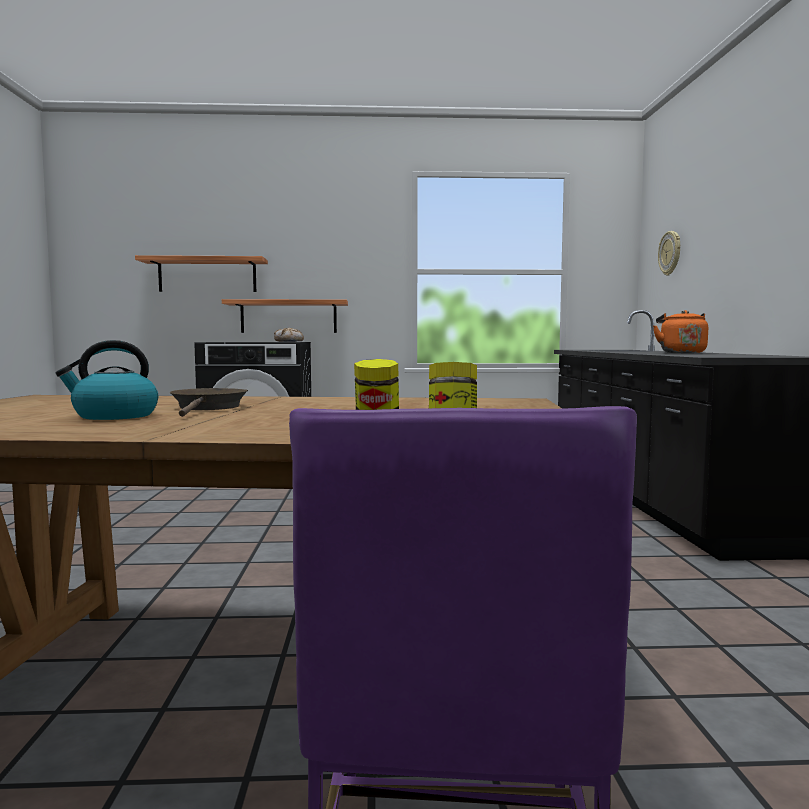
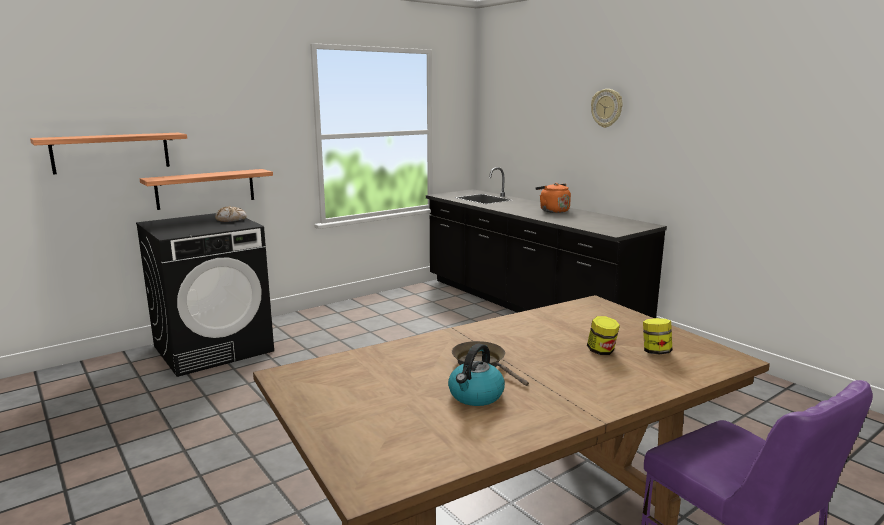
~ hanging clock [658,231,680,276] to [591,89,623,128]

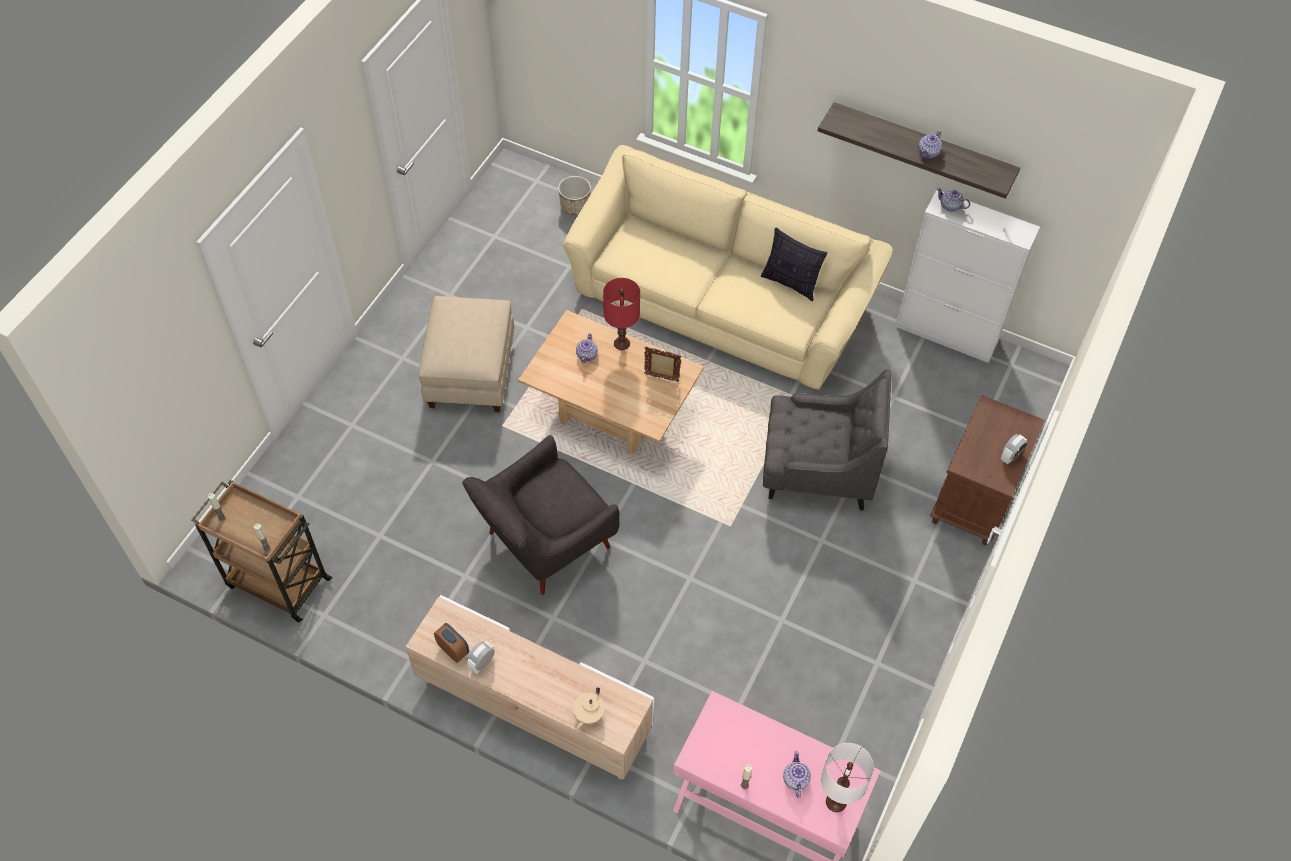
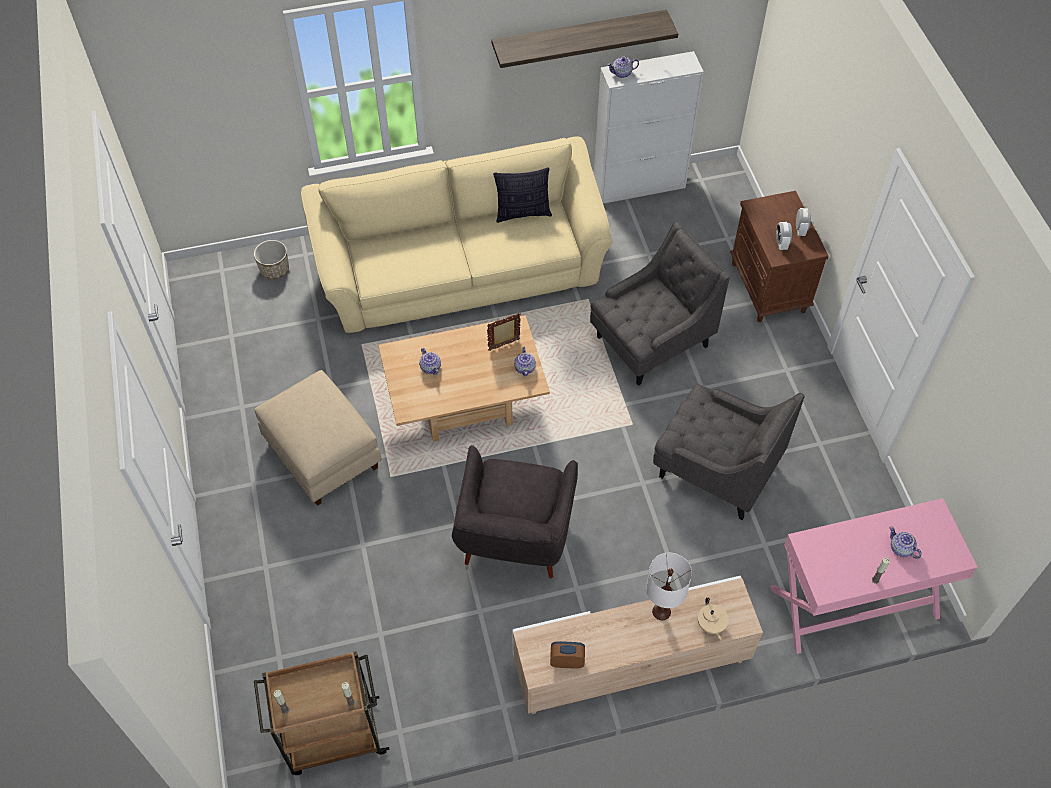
~ table clock [467,641,495,674] to [776,222,792,250]
- red table lamp [603,278,640,350]
~ whitish table lamp [821,743,874,812] to [646,553,692,620]
~ tea pot [918,131,942,158] to [514,347,536,376]
+ greyish easy chair [653,384,805,520]

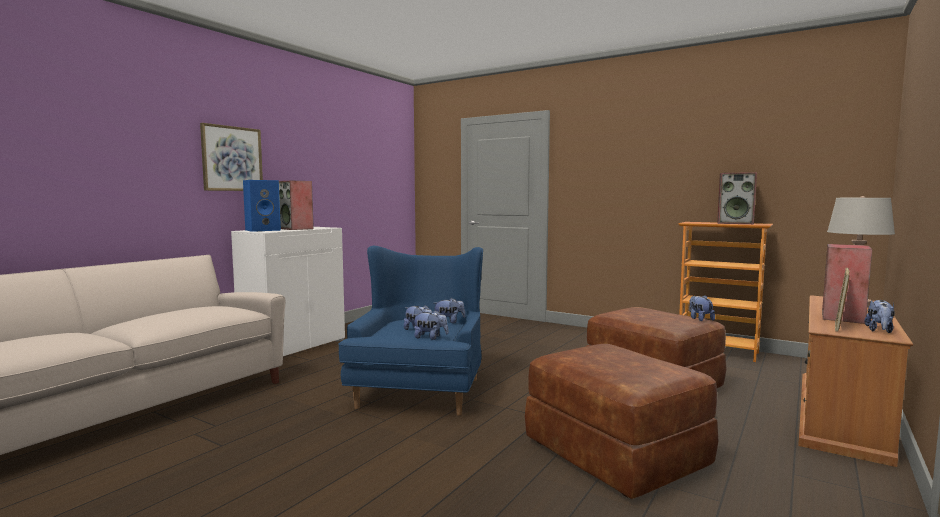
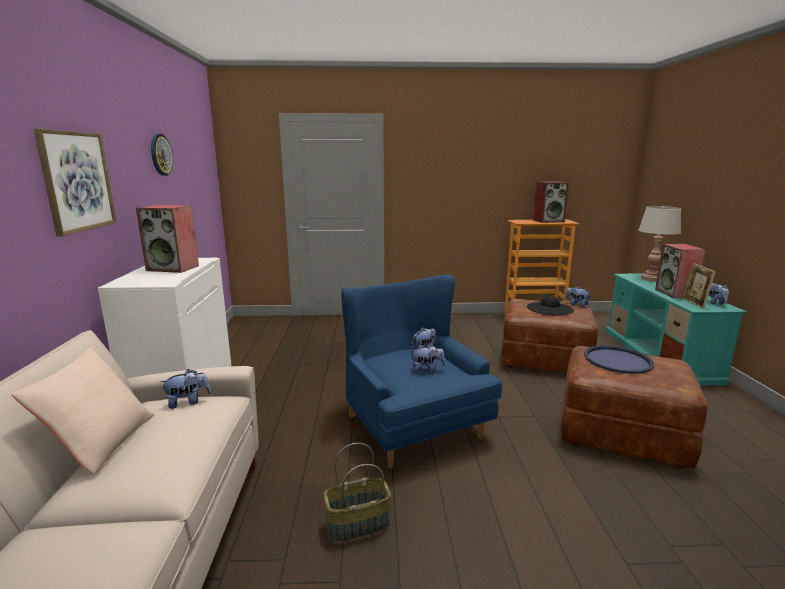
- blue loudspeaker [243,180,281,232]
~ soft toy [413,310,448,340] to [160,369,211,409]
~ brownish tv stand [798,295,913,467] to turquoise-coloured tv stand [605,273,747,386]
+ sand-coloured cushion [11,348,154,475]
+ hanging clock [151,134,173,176]
+ household basket [323,443,391,542]
+ black-coloured hat [527,296,574,315]
+ blue carrying tray [584,345,654,374]

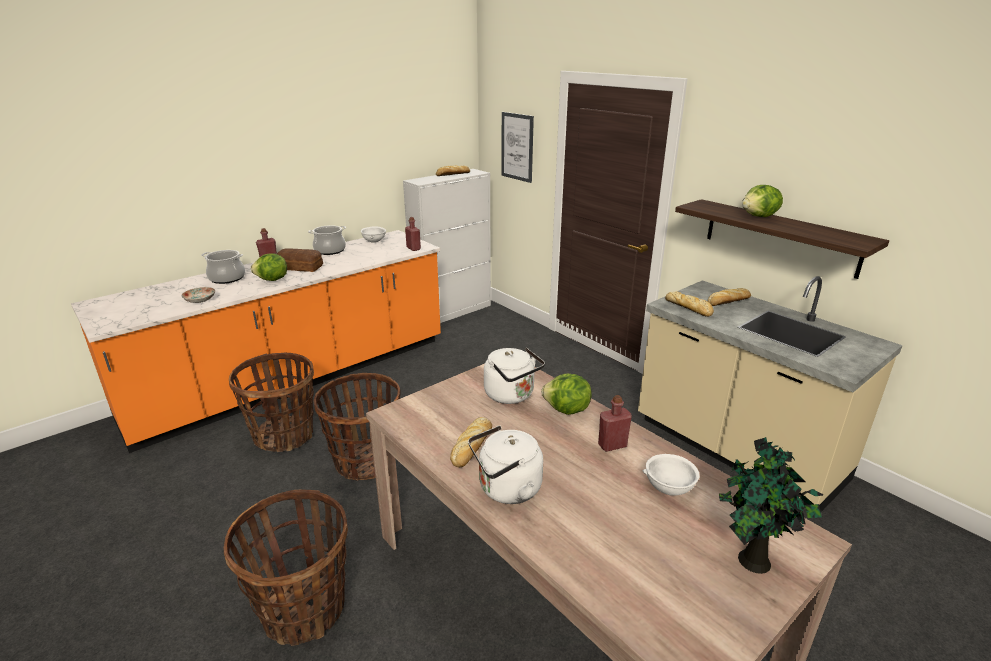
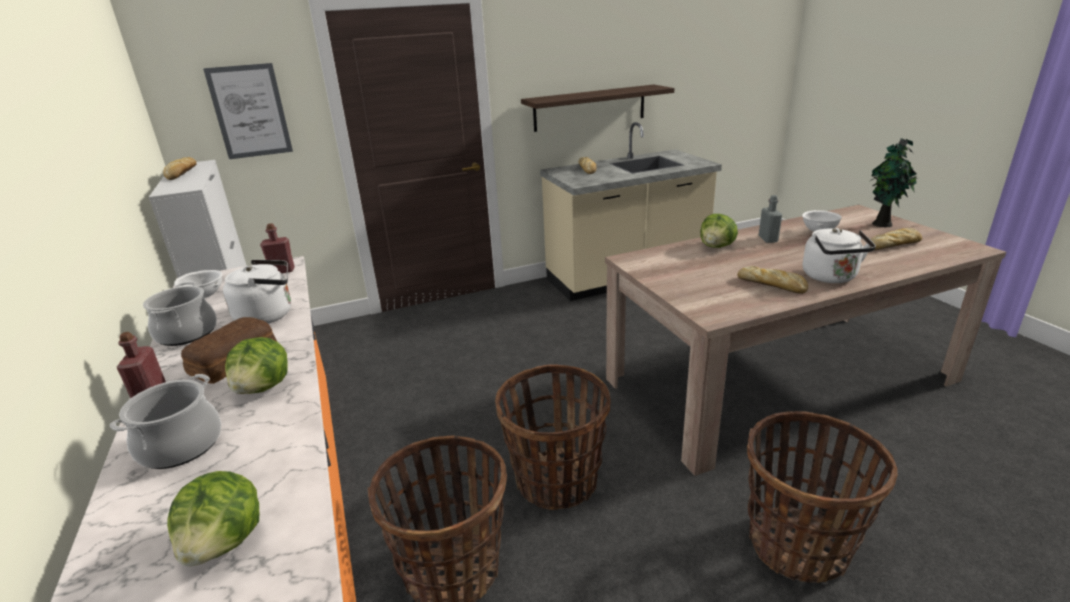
- plate [181,287,215,303]
~ whitish kettle [484,348,545,404] to [223,260,291,324]
~ red beverage bottle [598,395,632,452] to greyish beverage bottle [759,195,782,243]
~ bread [665,291,714,317] to [870,228,922,250]
~ head of lettuce [742,185,783,217] to [167,471,259,566]

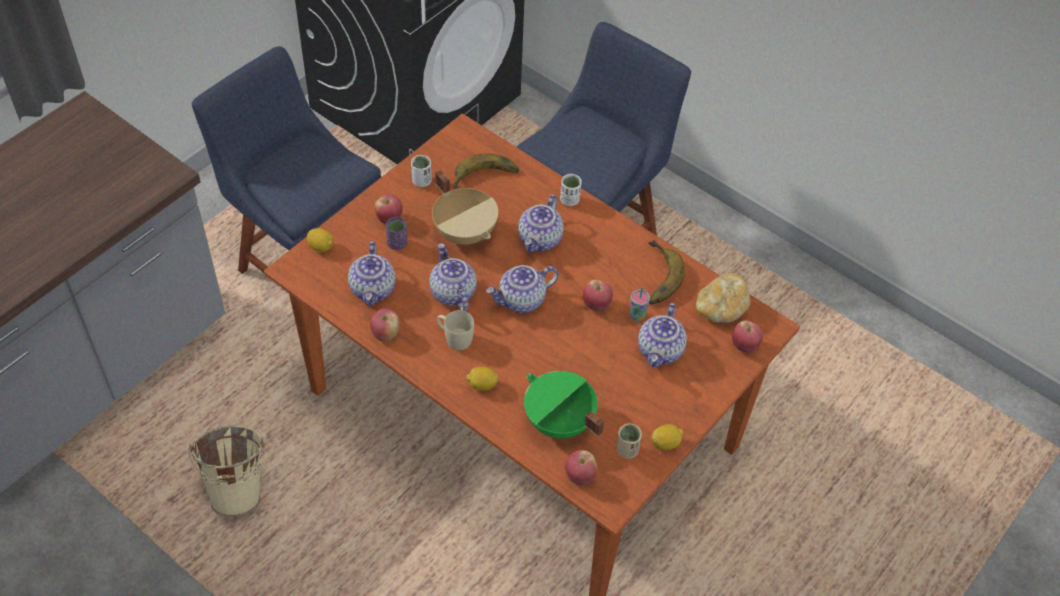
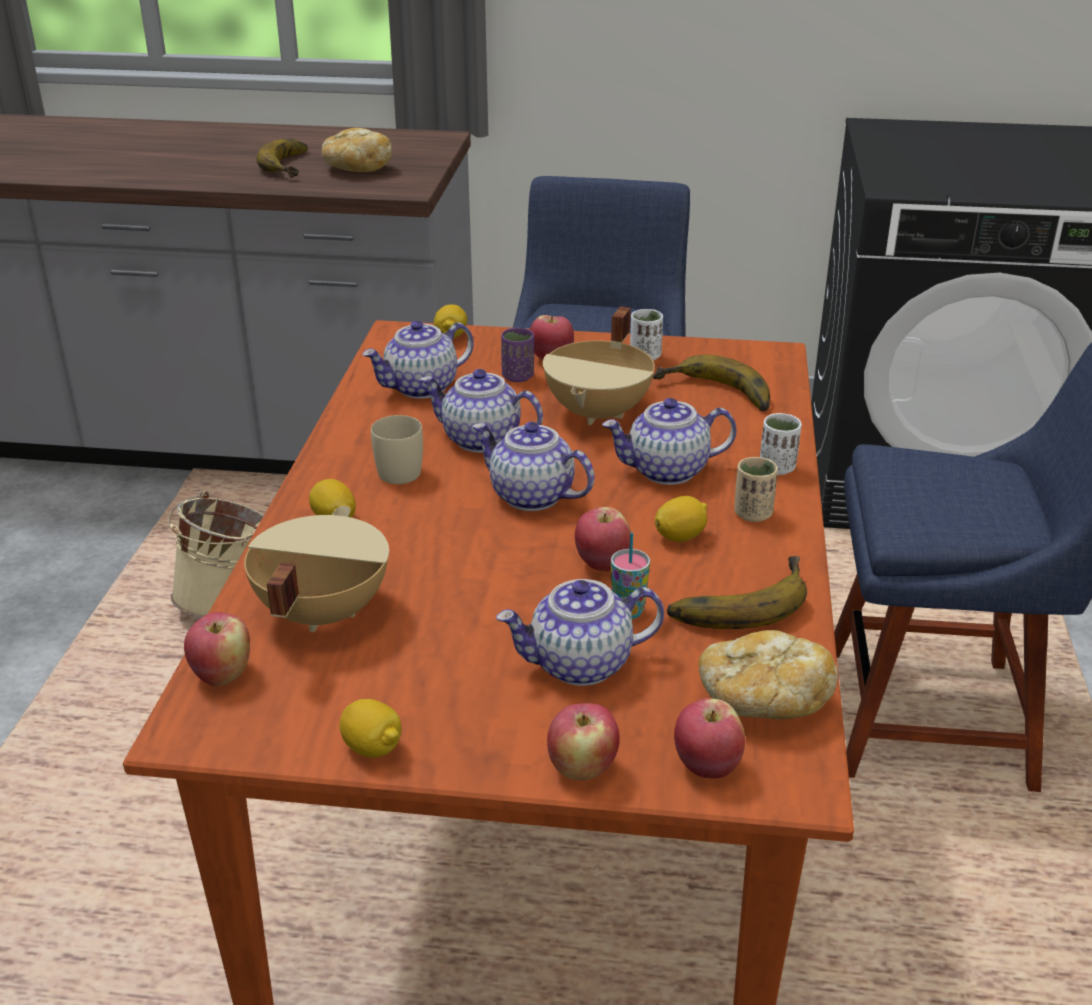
~ apple fruit [370,308,400,342] to [547,703,620,780]
~ tea pot [429,243,477,311] = [420,369,543,453] 105 degrees counterclockwise
~ green cooking pot [524,371,605,439] to sand-coloured cooking pot [244,506,389,632]
~ sand-coloured drinking cup [616,423,642,459] to [734,457,778,522]
+ banana [256,139,308,177]
+ bread [322,128,392,172]
+ whole lemon [655,496,707,542]

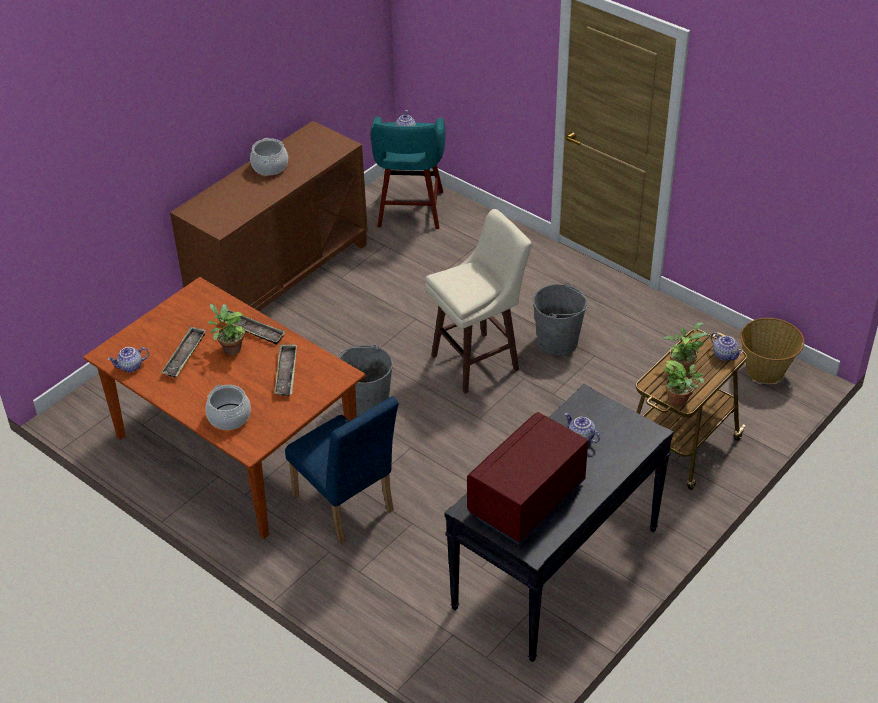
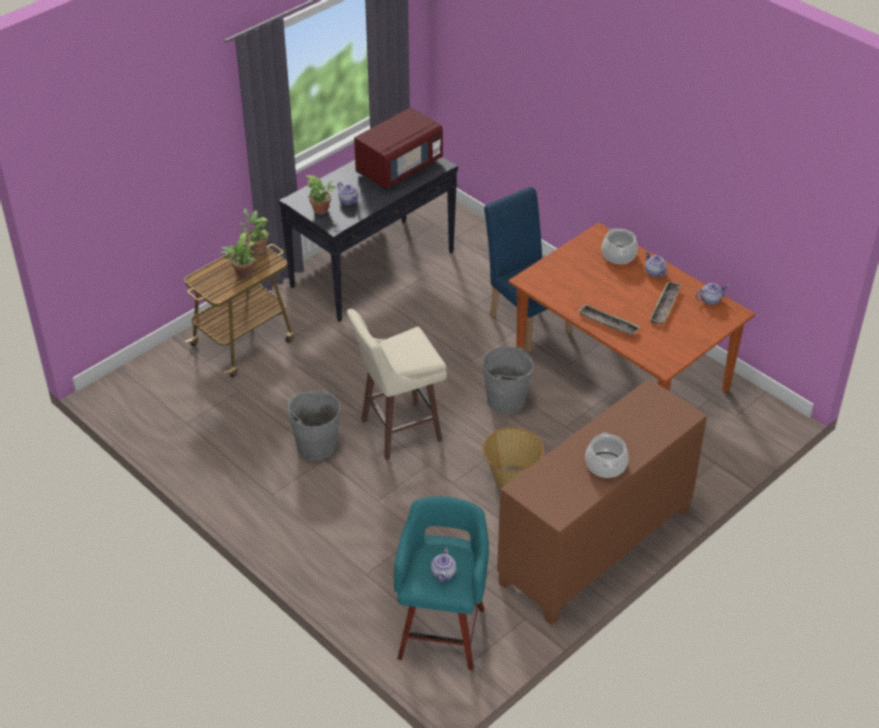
~ potted plant [208,304,245,355] to [306,175,336,215]
- carrying tray [274,345,297,396]
~ tea pot [711,332,742,361] to [645,251,667,277]
~ household basket [740,318,804,384] to [483,427,544,489]

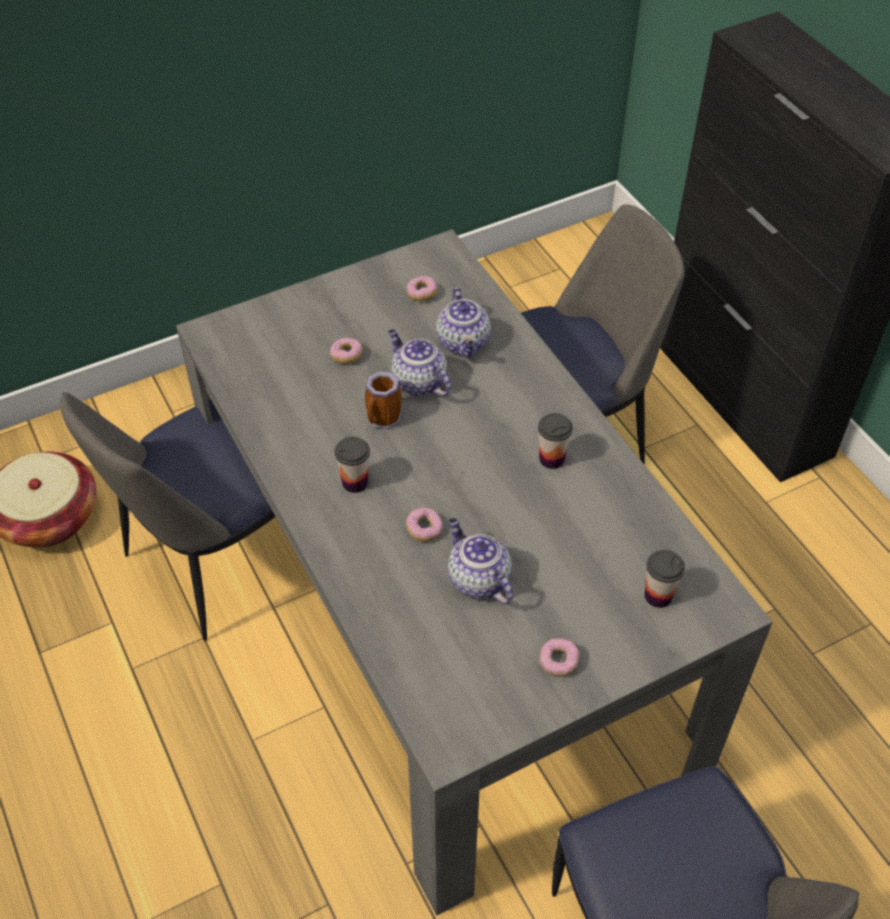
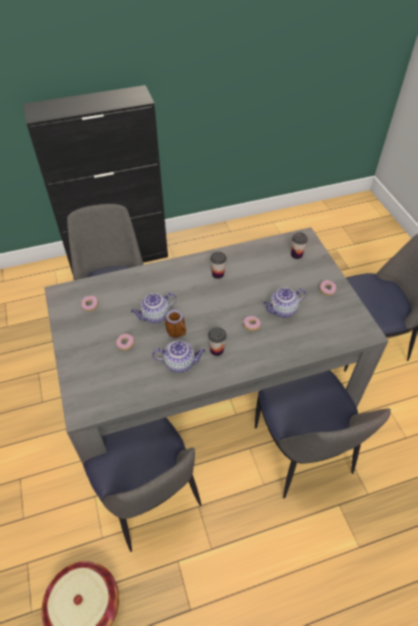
~ tea pot [436,287,491,358] to [152,340,205,373]
+ plain chair [255,370,391,499]

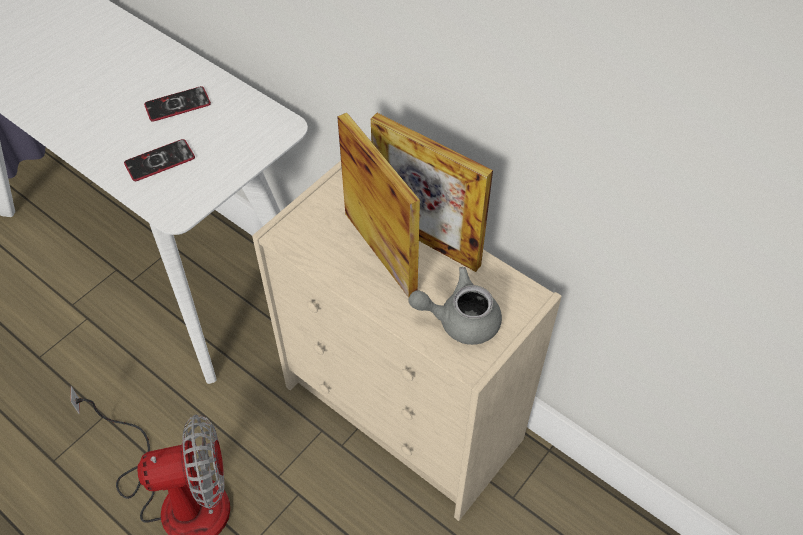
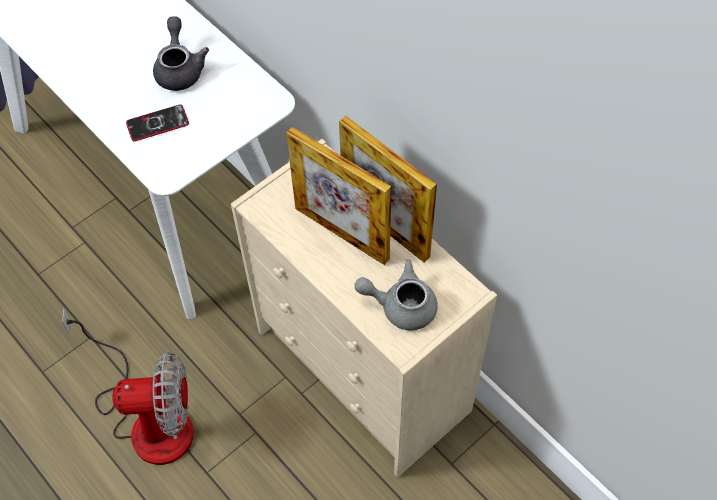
~ phone [144,86,211,122] to greyish tea pot [153,16,209,91]
~ standing frame [337,113,420,298] = [286,127,392,265] 150 degrees clockwise

